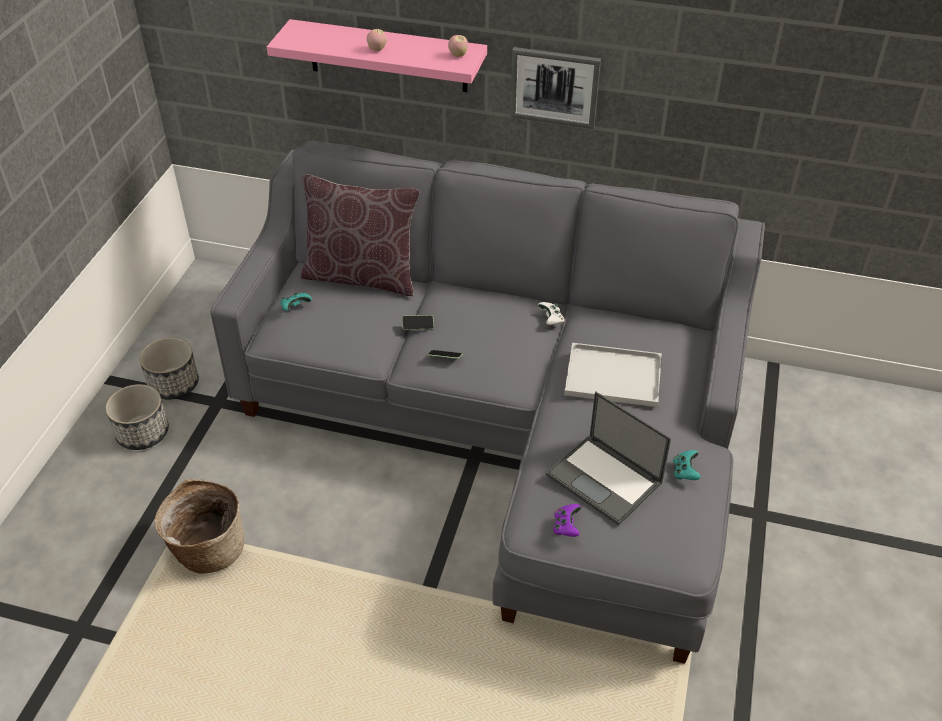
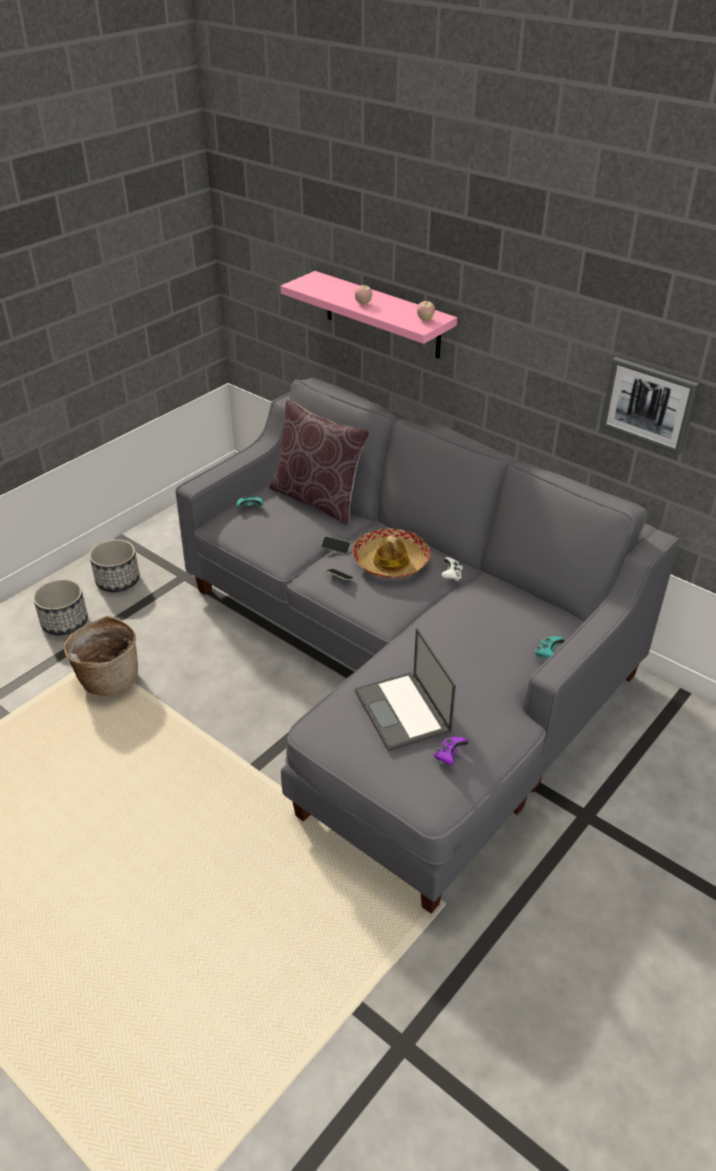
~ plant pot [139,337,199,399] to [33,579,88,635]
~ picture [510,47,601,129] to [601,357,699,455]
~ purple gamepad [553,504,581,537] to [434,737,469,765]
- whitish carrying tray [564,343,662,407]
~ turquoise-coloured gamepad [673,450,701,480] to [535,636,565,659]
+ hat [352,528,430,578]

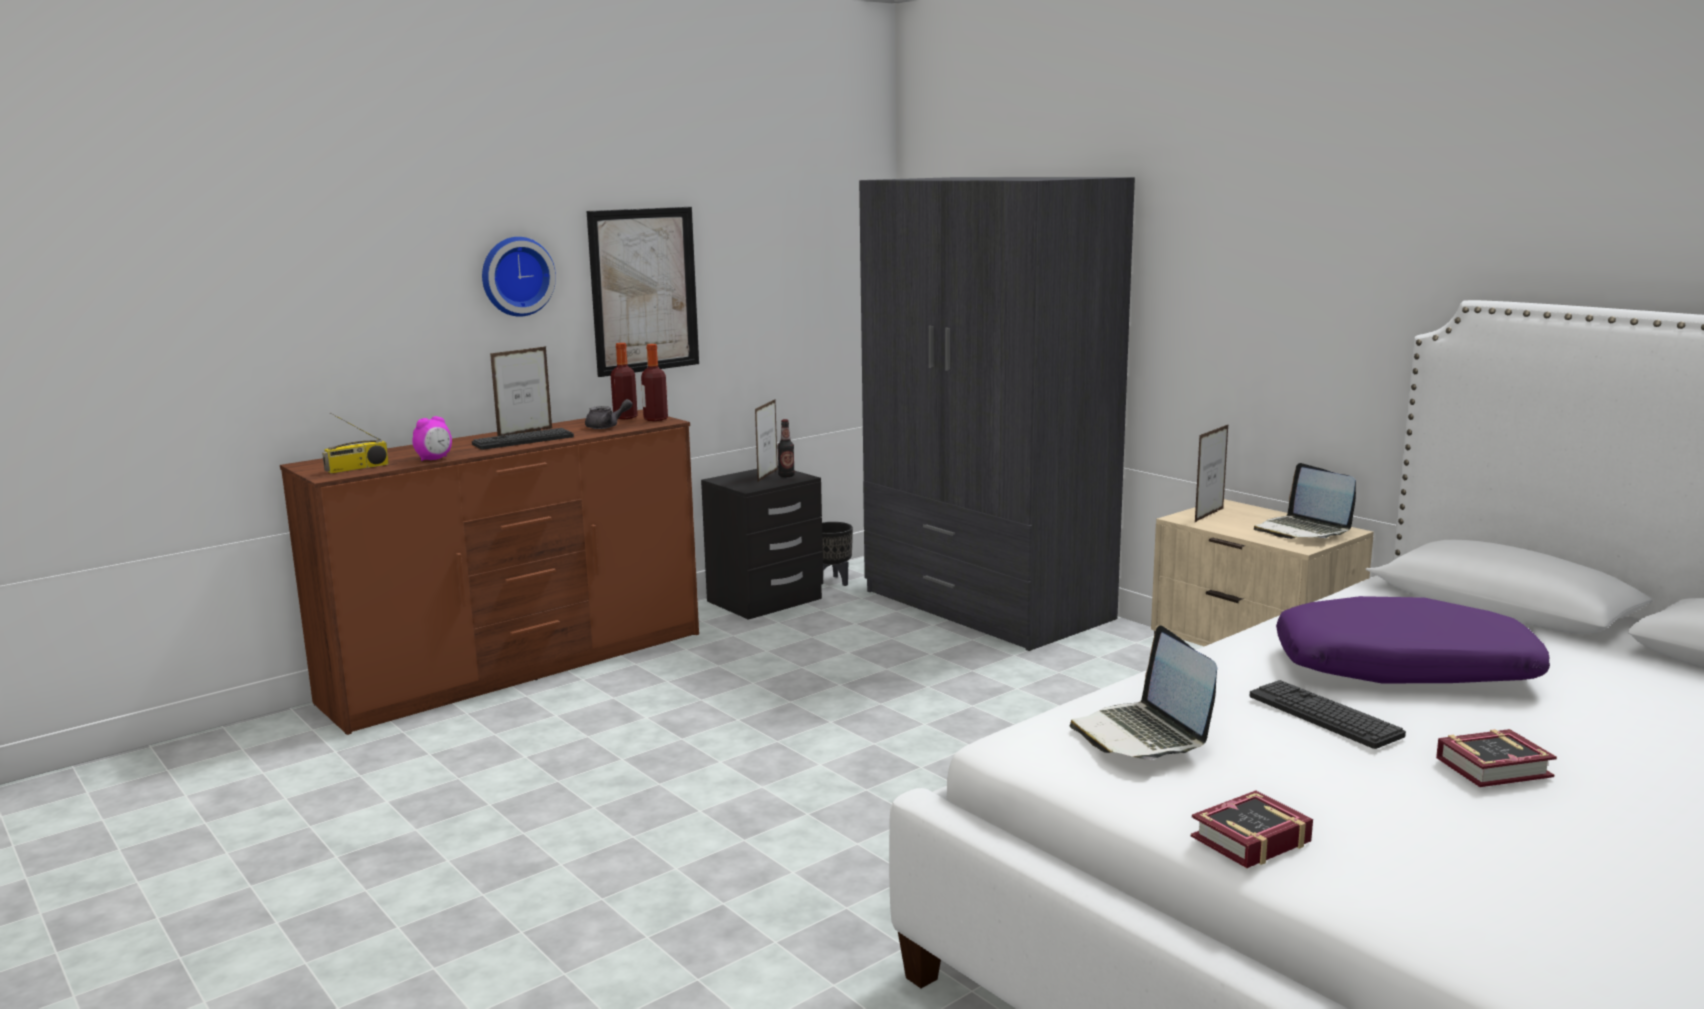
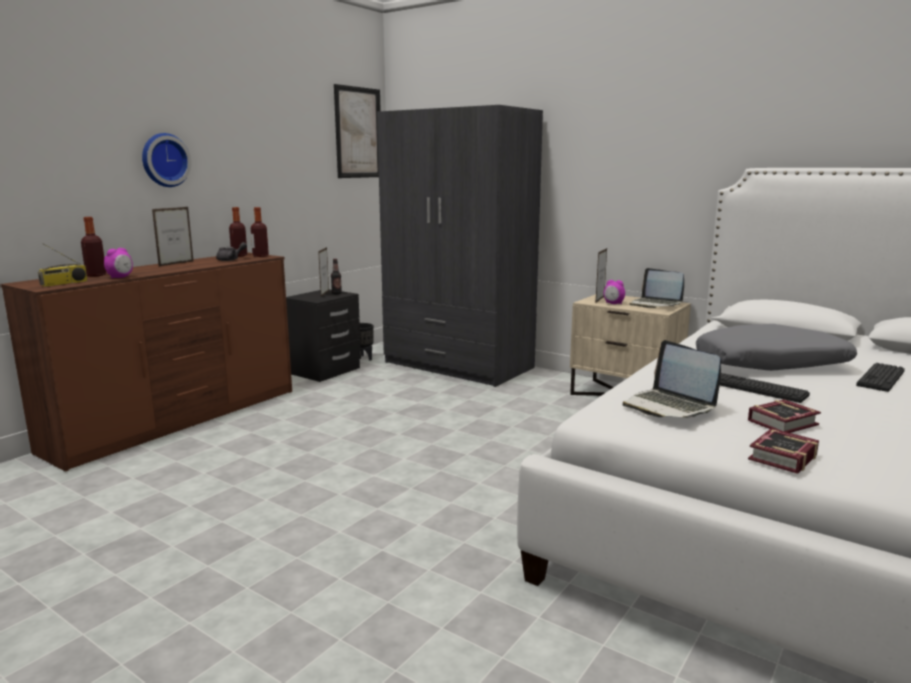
~ computer keyboard [472,428,574,450] to [856,363,905,392]
~ picture [587,207,699,377] to [334,84,381,178]
~ purple cushion [1276,596,1550,683] to greyish cushion [696,324,857,371]
~ book [1436,729,1557,787] to [748,399,821,433]
+ beverage bottle [81,217,106,277]
+ table clock [603,280,625,304]

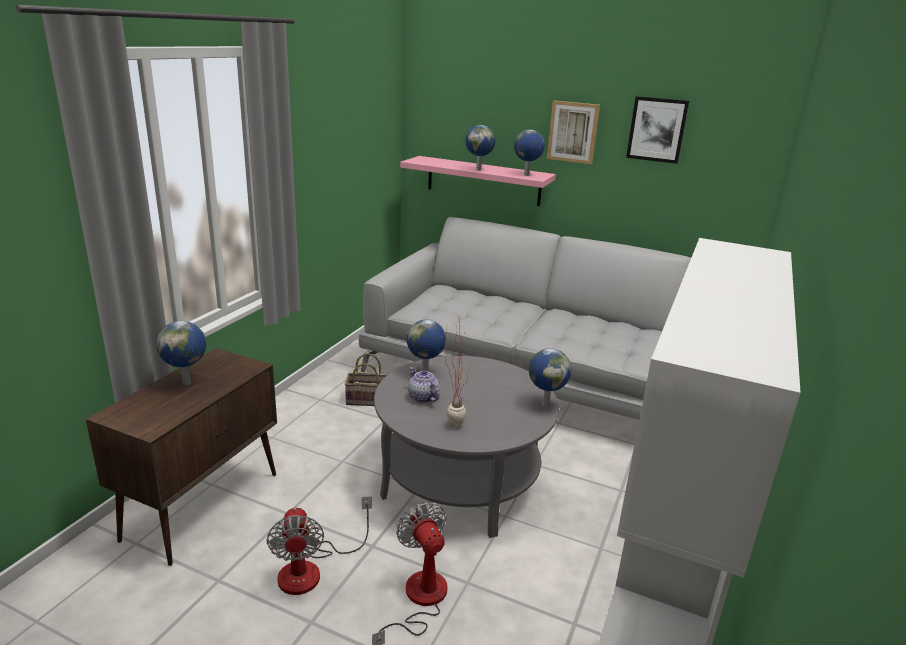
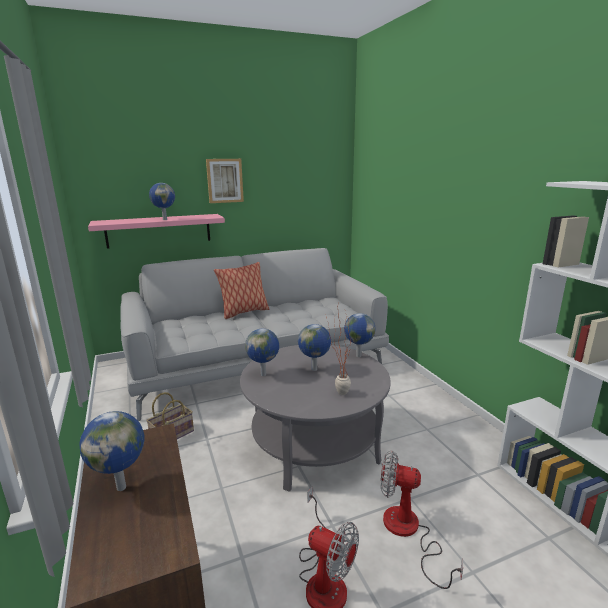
- tea pot [408,367,440,403]
~ globe [514,130,545,176] to [298,324,331,371]
- picture [626,96,690,164]
+ cushion [214,262,269,319]

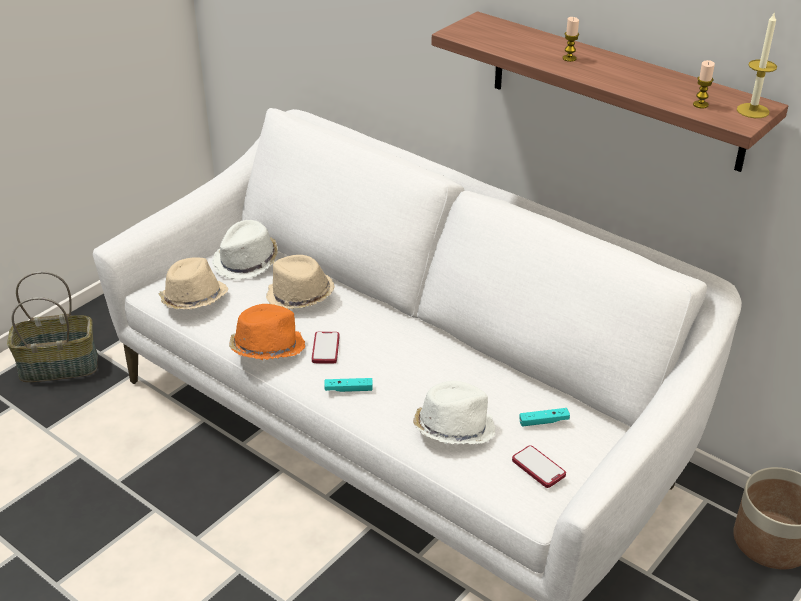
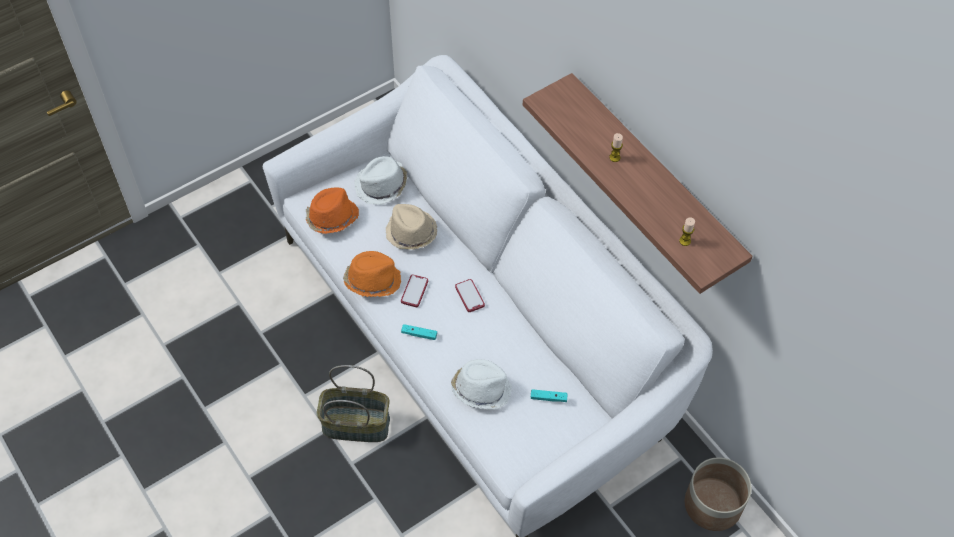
~ household basket [7,271,98,382] to [317,365,390,442]
~ sand-coloured hat [158,257,228,310] to orange-coloured hat [306,187,359,234]
~ phone [512,445,566,488] to [455,279,485,312]
- wax light [737,11,777,118]

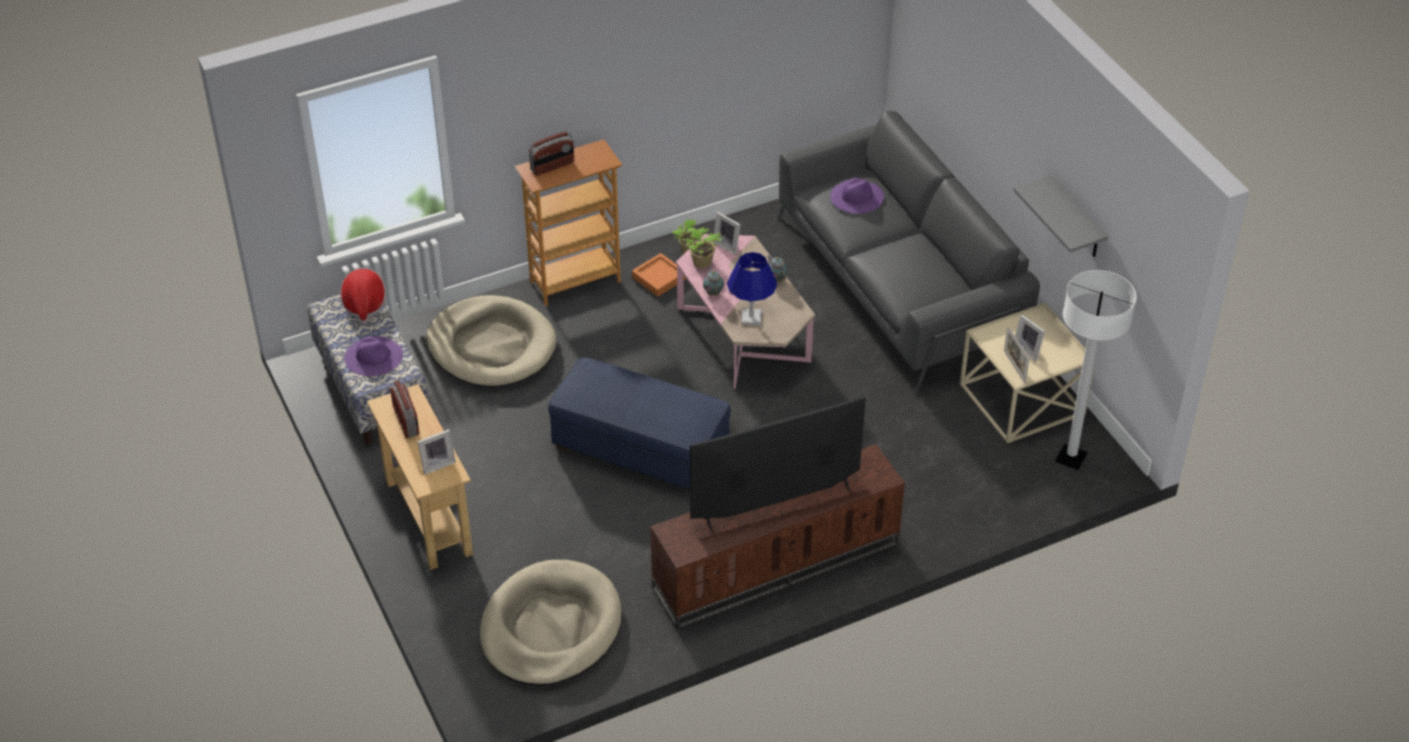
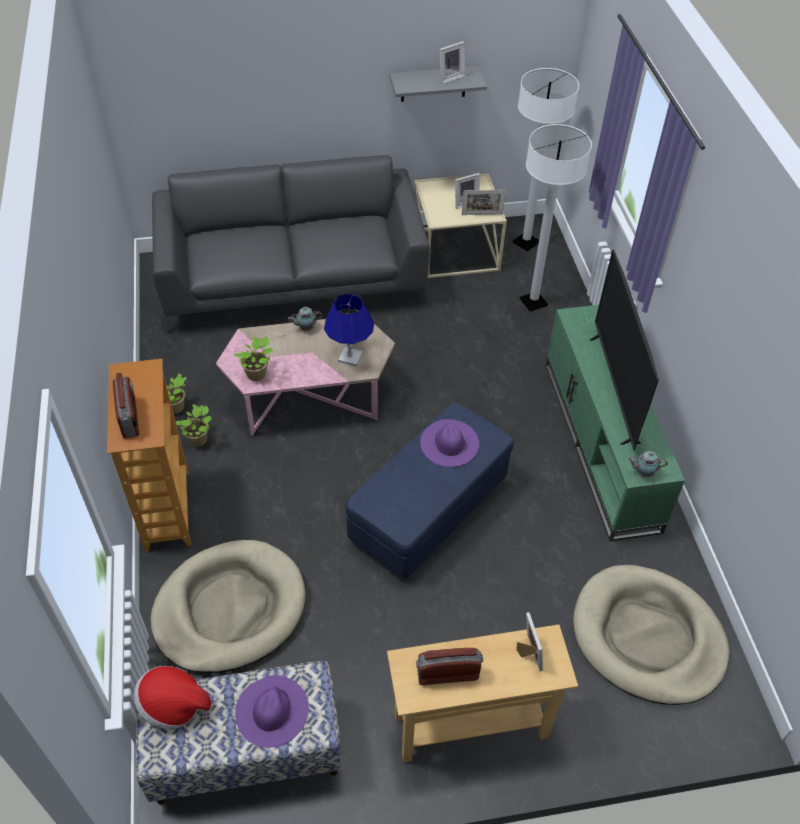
~ orange-coloured carrying tray [632,253,686,296] to potted plant [176,404,212,447]
~ brownish tv stand [650,444,905,630] to green tv stand [546,305,685,541]
~ tea pot [703,268,724,296] to [628,451,668,477]
~ standing frame [713,212,740,255] to [440,41,465,84]
~ purple hat [830,178,884,214] to [420,419,479,467]
+ whitish standing lamp [520,124,592,311]

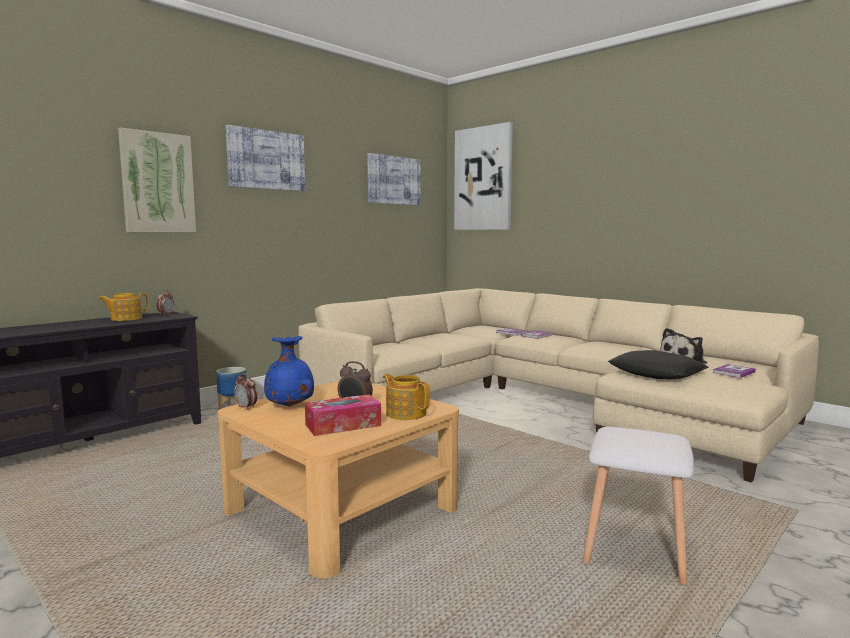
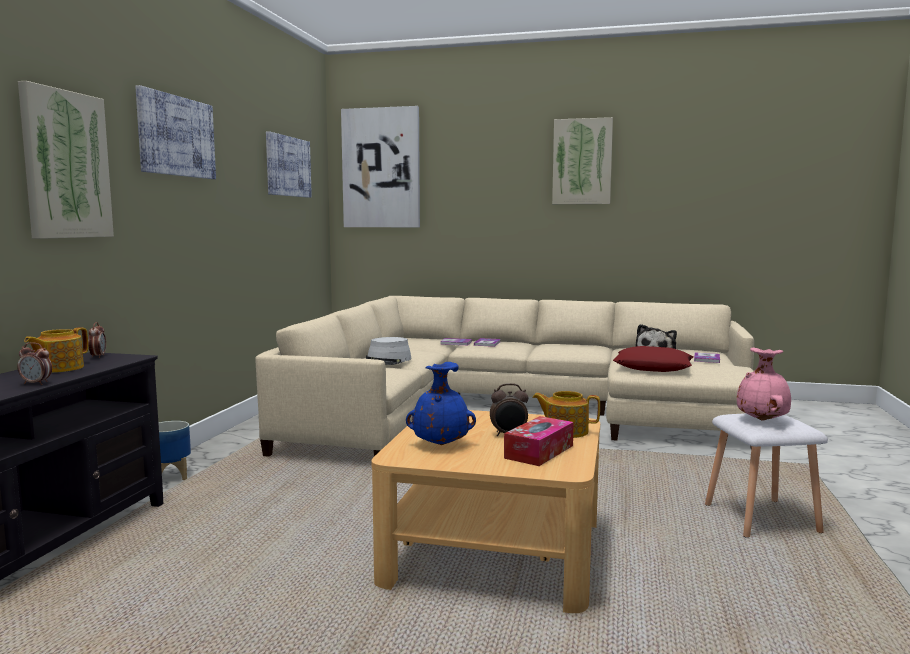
~ table clock [234,373,257,410] to [17,342,52,385]
~ black-coloured cushion [608,350,708,379] to red cushion [613,346,693,372]
+ greyish hat [366,337,411,365]
+ picture [552,117,613,204]
+ pink vase [737,348,791,421]

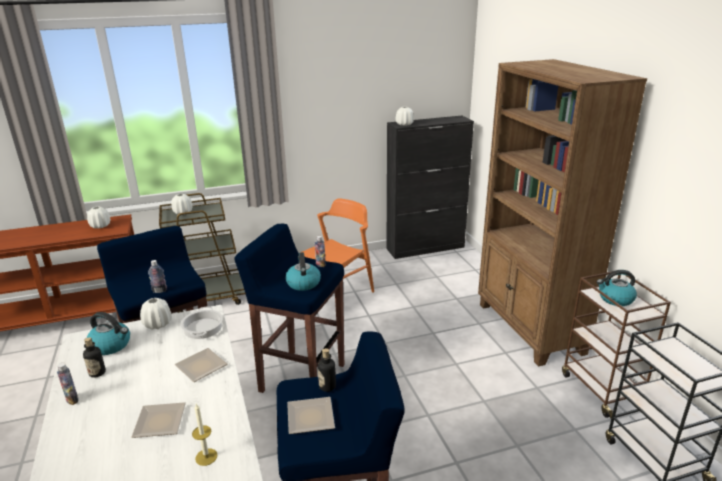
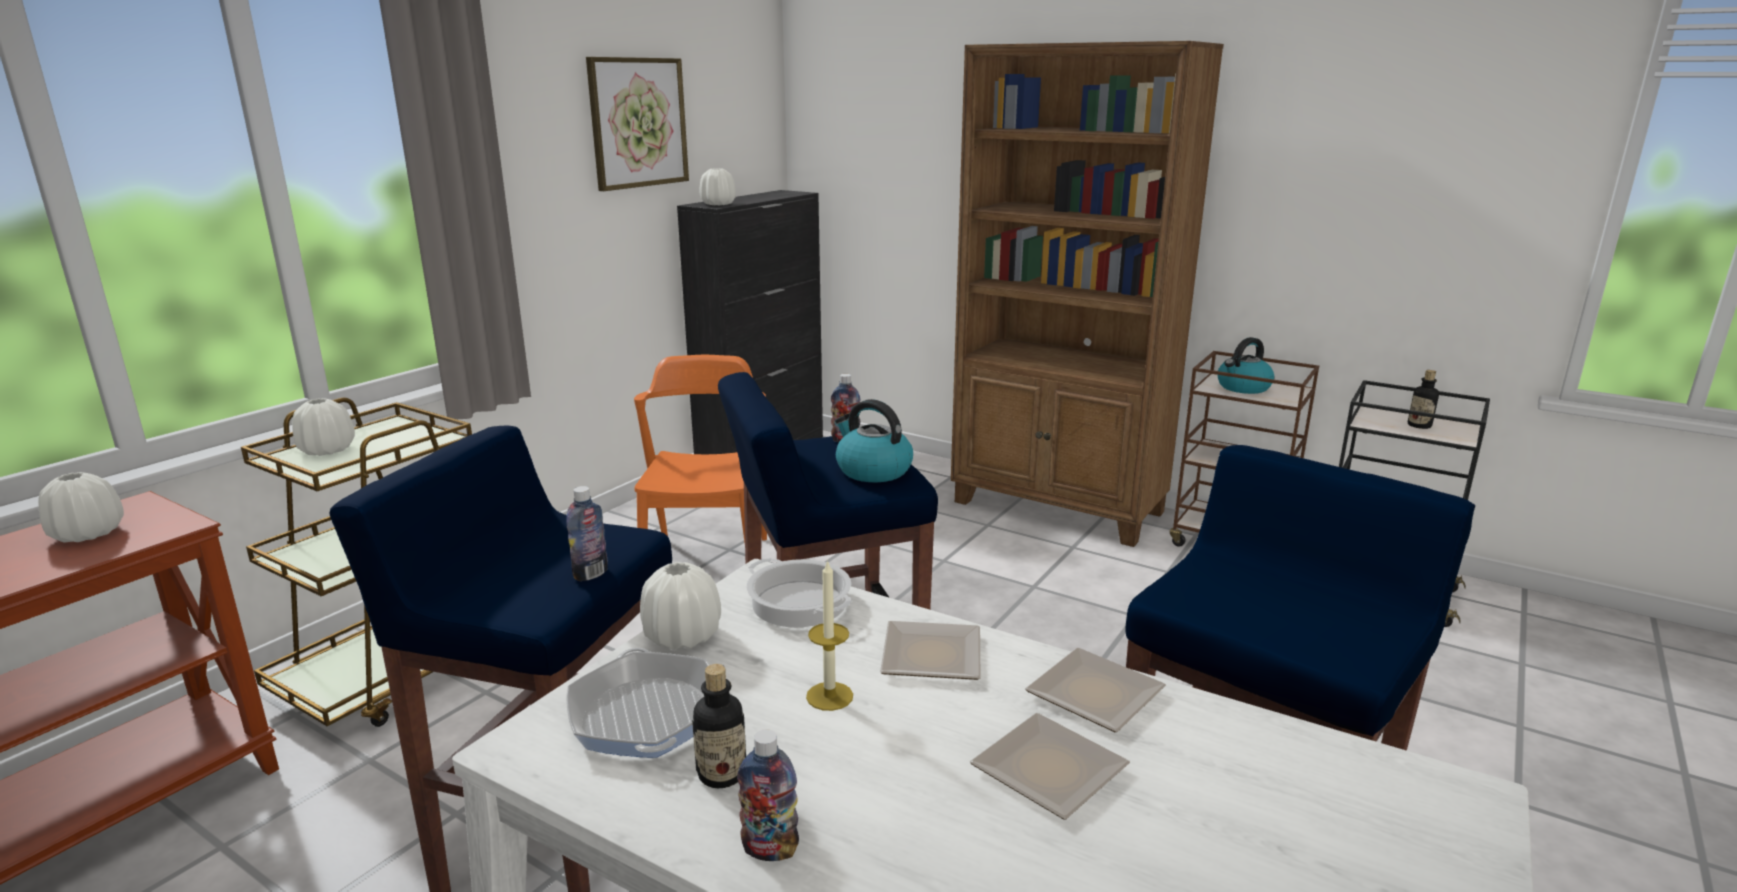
~ kettle [87,312,130,355] to frying pan [566,648,710,758]
~ wax light [192,404,218,466] to [806,559,853,711]
~ plate [287,397,335,434] to [1025,648,1166,732]
~ beverage bottle [318,348,336,392] to [1408,370,1439,429]
+ picture [586,57,689,191]

